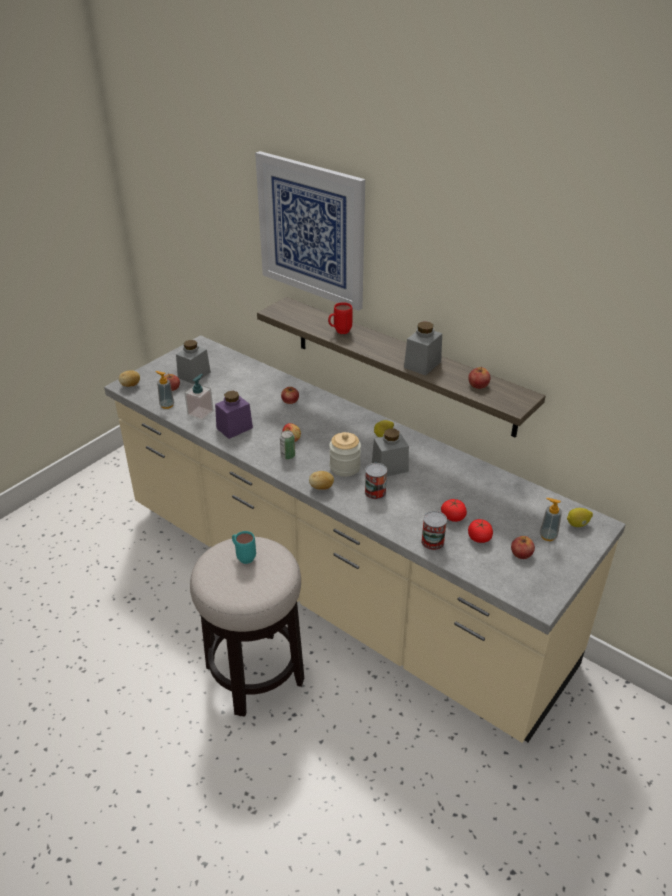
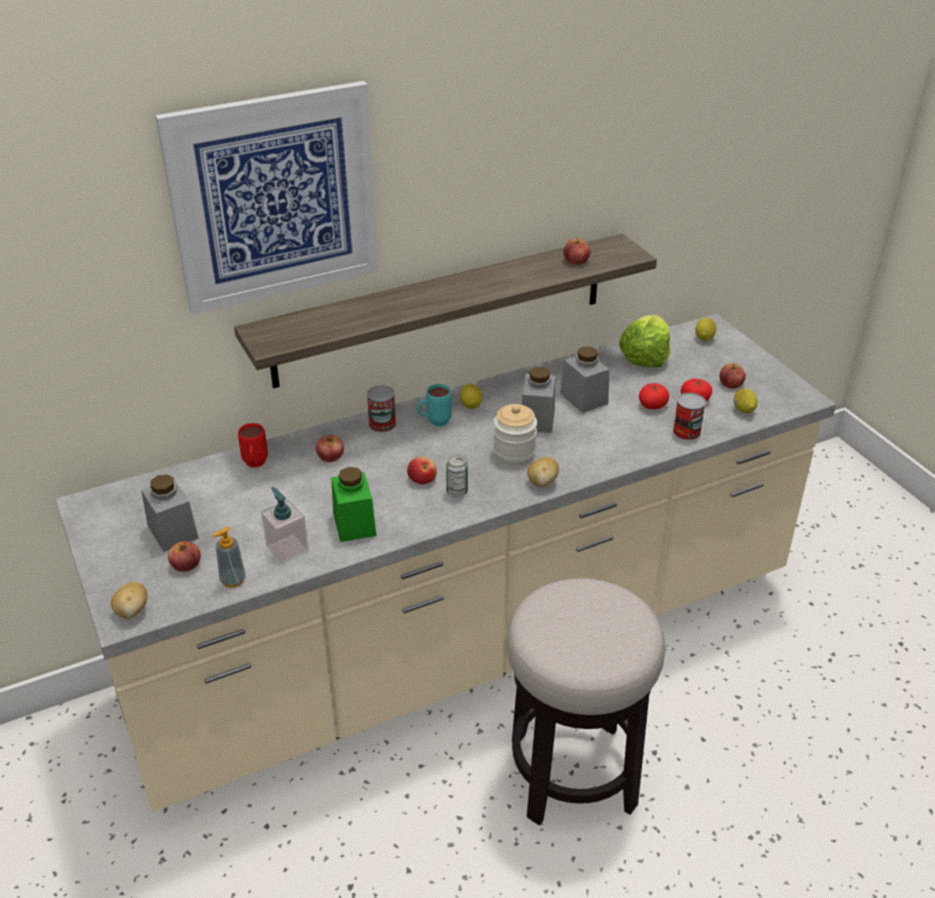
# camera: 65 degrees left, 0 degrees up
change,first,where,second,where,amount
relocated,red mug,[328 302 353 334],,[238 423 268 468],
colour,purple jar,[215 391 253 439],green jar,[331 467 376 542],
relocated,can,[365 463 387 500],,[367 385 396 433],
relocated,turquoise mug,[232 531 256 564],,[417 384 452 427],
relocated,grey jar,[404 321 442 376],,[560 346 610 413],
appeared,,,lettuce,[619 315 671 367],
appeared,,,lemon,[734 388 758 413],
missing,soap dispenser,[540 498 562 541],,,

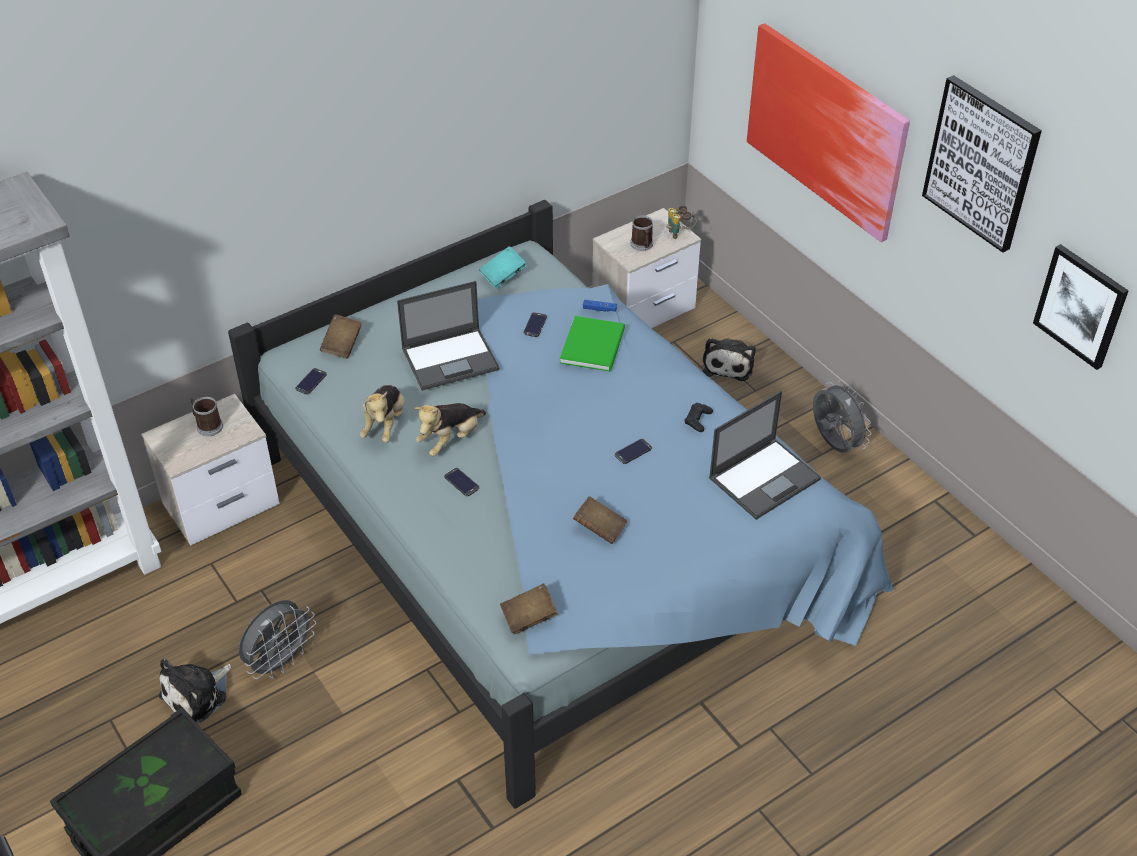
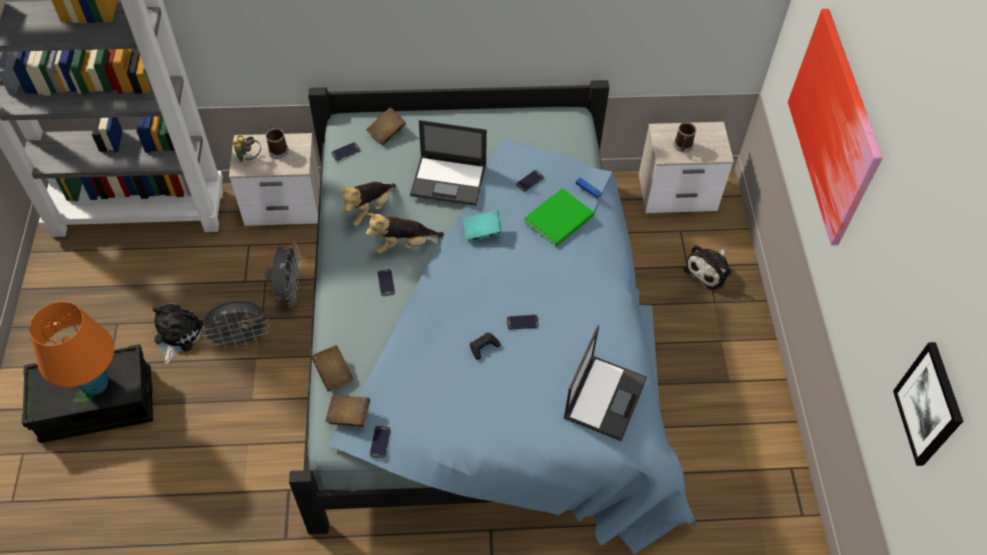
# camera: 30 degrees right, 10 degrees up
change,first,where,second,where,amount
appeared,,,orange table lamp,[29 302 114 395],
spun,plush toy,[159 659 231 723],,[152 303 204 364],120 degrees clockwise
relocated,binoculars,[666 206 696 239],,[233 135 261 162],
relocated,grey fan,[813 381 872 453],,[265 243 301 307],
relocated,brown book,[573 496 628 544],,[311 345 354 391],
appeared,,,phone,[370 425 391 458],
relocated,turquoise book,[479 246 526 288],,[463 210 502 242],
relocated,black game controller,[685 403 713 432],,[470 333 501 360],
spun,laptop,[709 391 821 520],,[563 325 647 441],60 degrees counterclockwise
missing,picture,[922 75 1042 253],,,

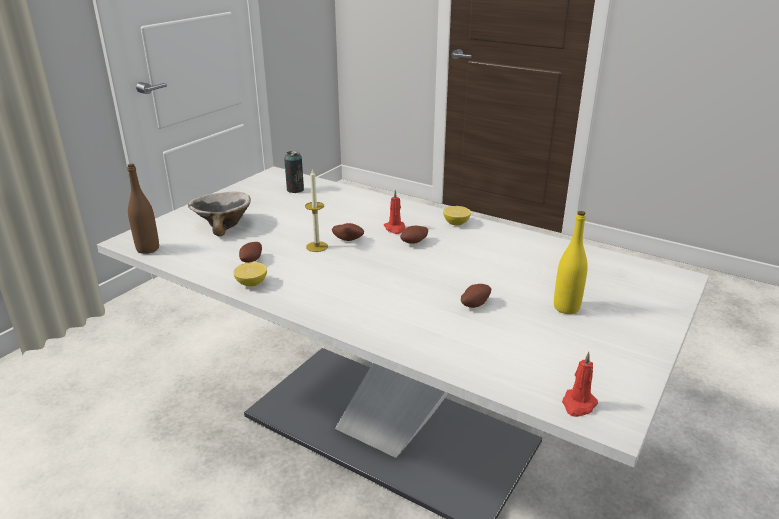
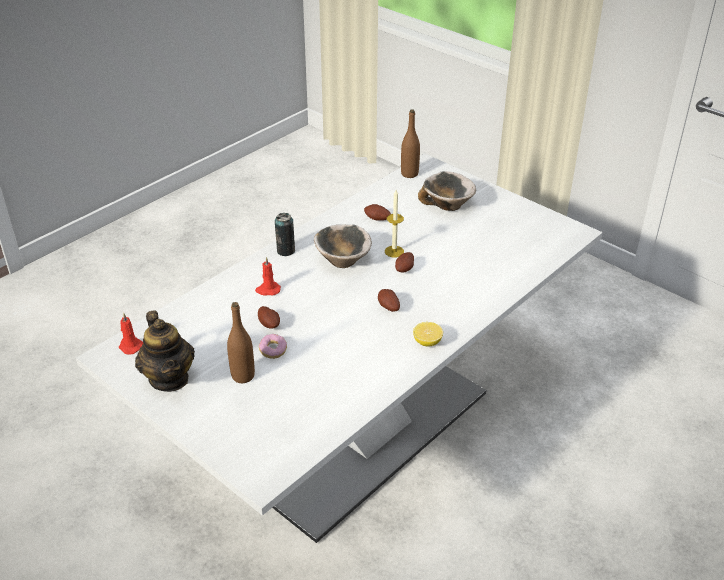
# camera: 100 degrees right, 10 degrees up
change,first,where,second,where,amount
appeared,,,teapot,[135 310 195 392],
colour,yellow bottle,[554 211 588 314],brown bottle,[227 302 255 383],
relocated,red candle,[384 190 405 234],,[255 257 281 296],
appeared,,,donut,[259 334 287 359],
relocated,can,[284 151 304 193],,[275 213 295 256],
appeared,,,bowl,[314 225 372 268],
missing,lemon,[233 262 267 286],,,

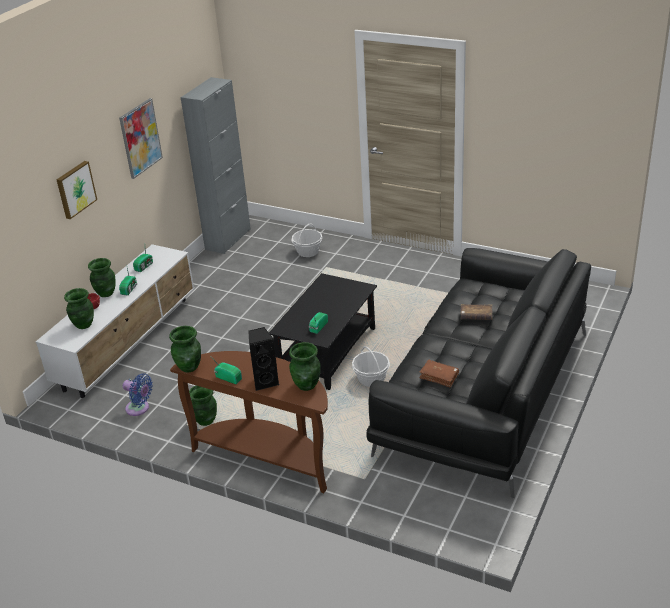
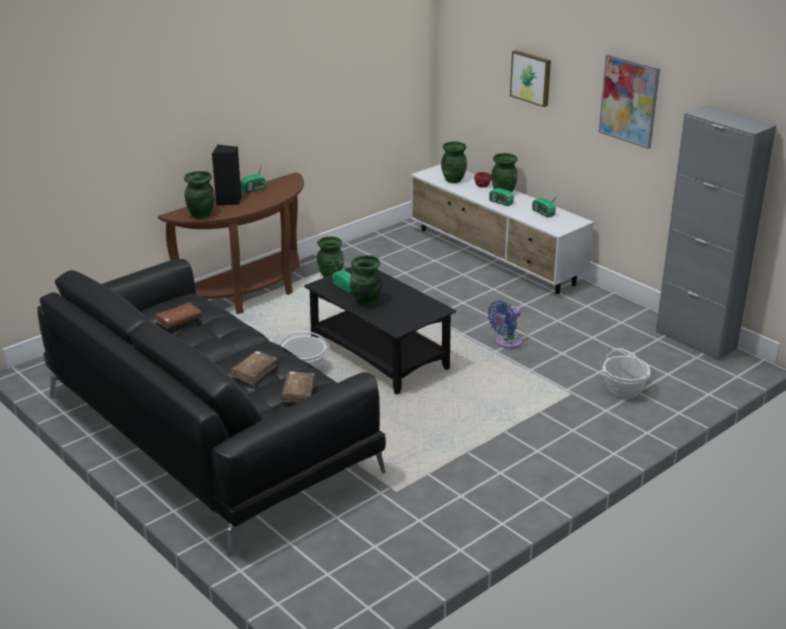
# camera: 110 degrees right, 5 degrees down
change,first,where,second,where,amount
appeared,,,brown book,[281 371 315 403],
relocated,green vase,[169 326 201 373],,[350 255 382 306],
relocated,blue fan,[123 373 153 416],,[487 301 522 349],

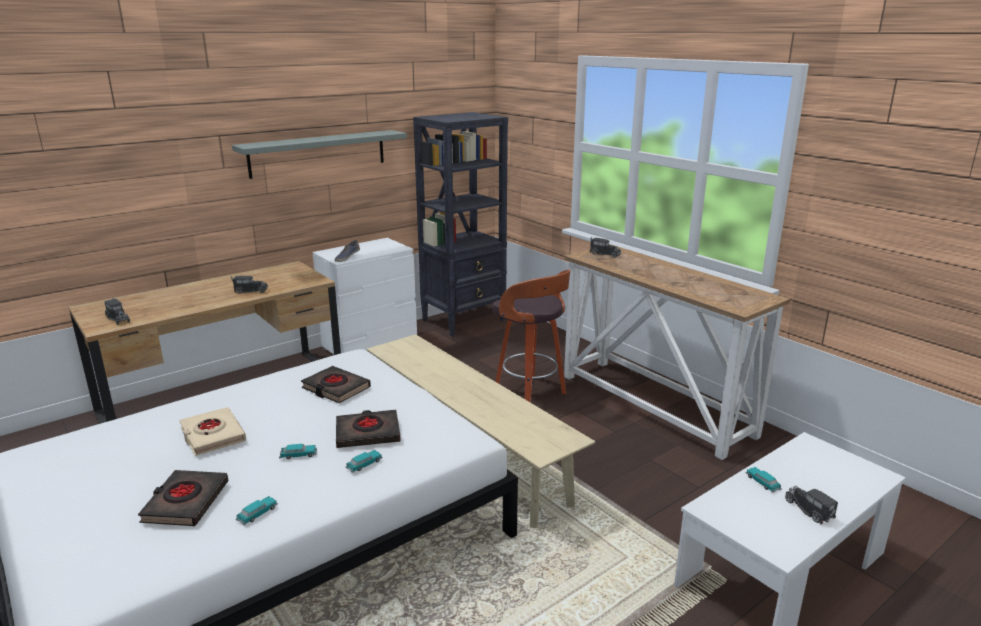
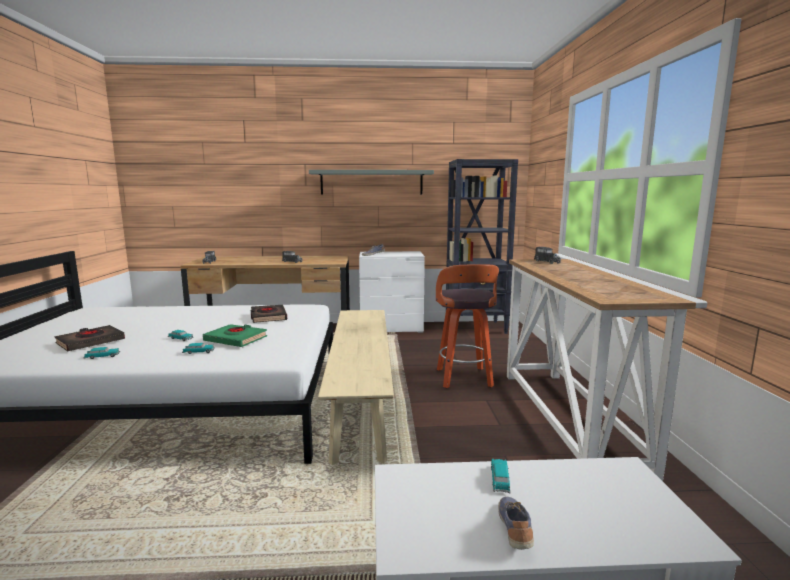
# camera: 35 degrees right, 10 degrees down
change,first,where,second,where,amount
colour,black book,[336 410 401 448],green book,[203 324 267 347],
exchanged,toy truck,[785 486 838 524],shoe,[498 497 534 550],
missing,beige book,[179 407 246 456],,,

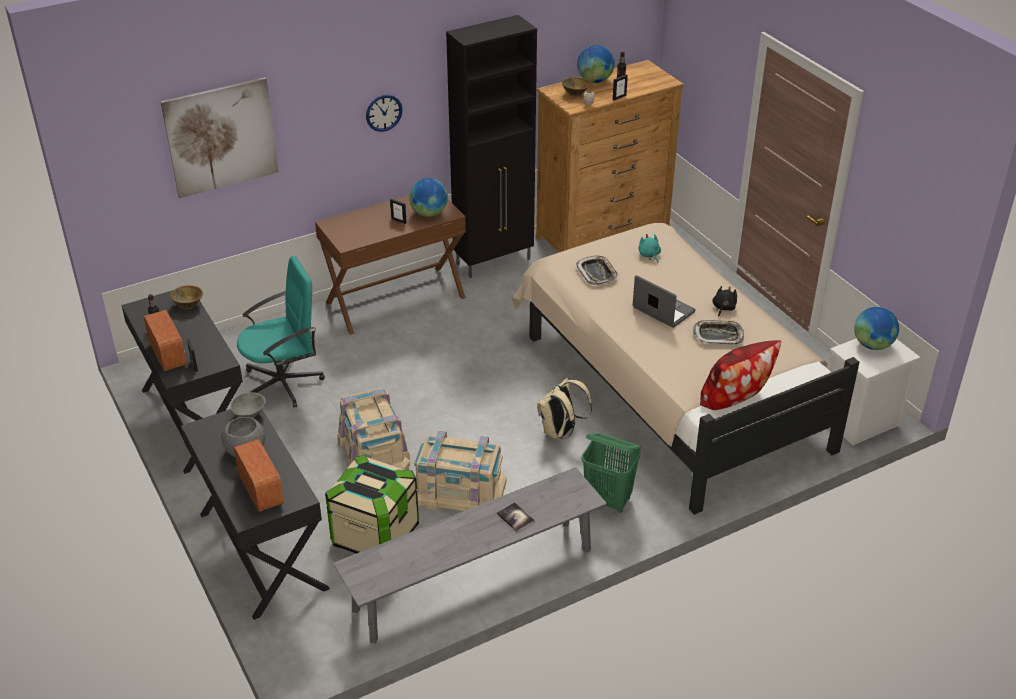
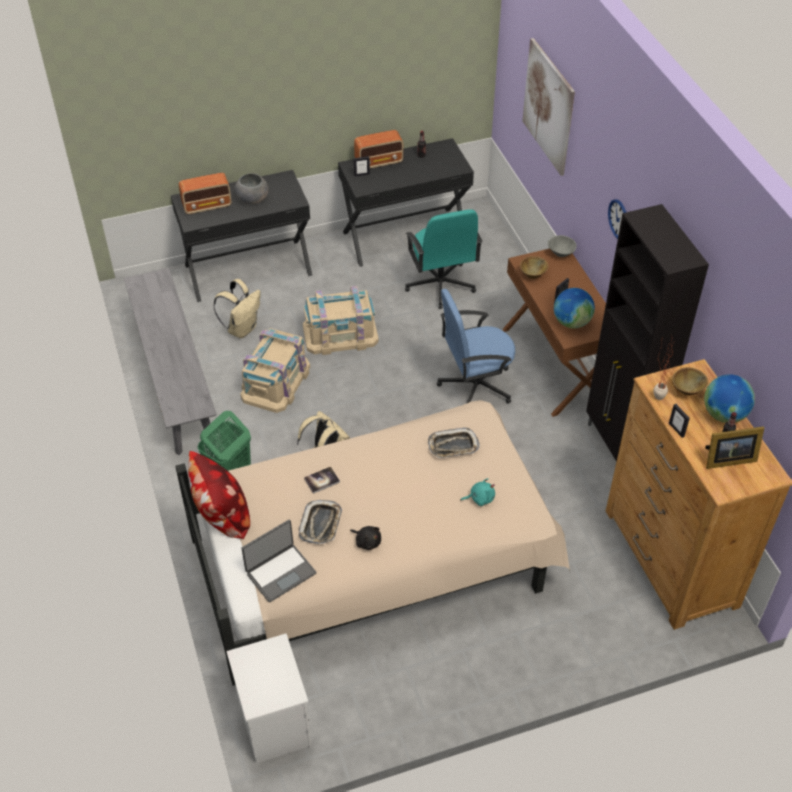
# camera: 100 degrees right, 10 degrees up
change,first,where,second,where,amount
exchanged,storage box,[325 455 419 553],beige backpack,[214 279 261 338],
relocated,laptop,[633 275 696 328],,[242 520 317 602],
relocated,book,[497 502 535 532],,[304 467 340 494],
appeared,,,blue office chair,[437 289 515 404],
relocated,brown bowl,[170 285 203 309],,[520 256 549 279],
relocated,grey bowl,[230 392 266 418],,[548 235 577 257],
appeared,,,picture frame,[705 426 764 469],
missing,globe,[854 307 899 350],,,

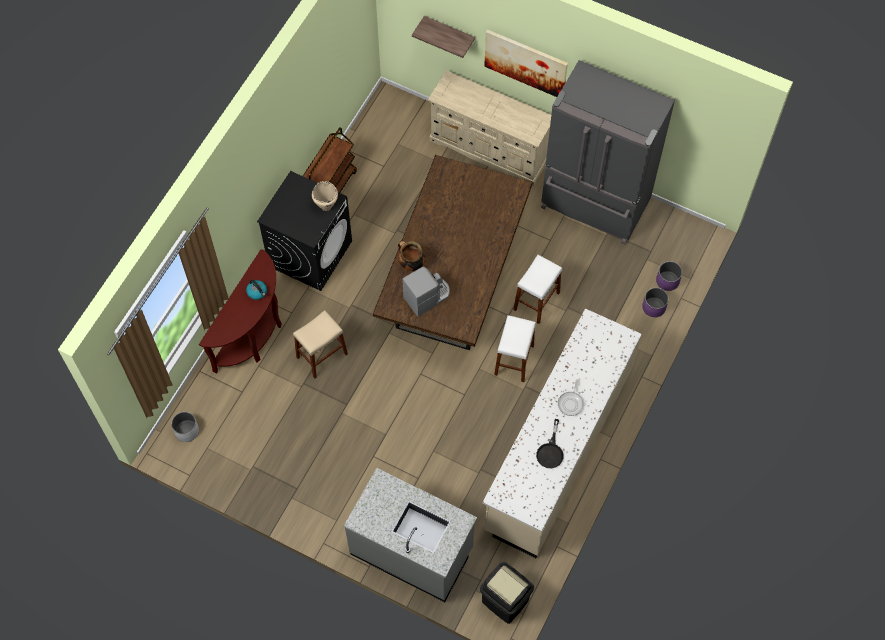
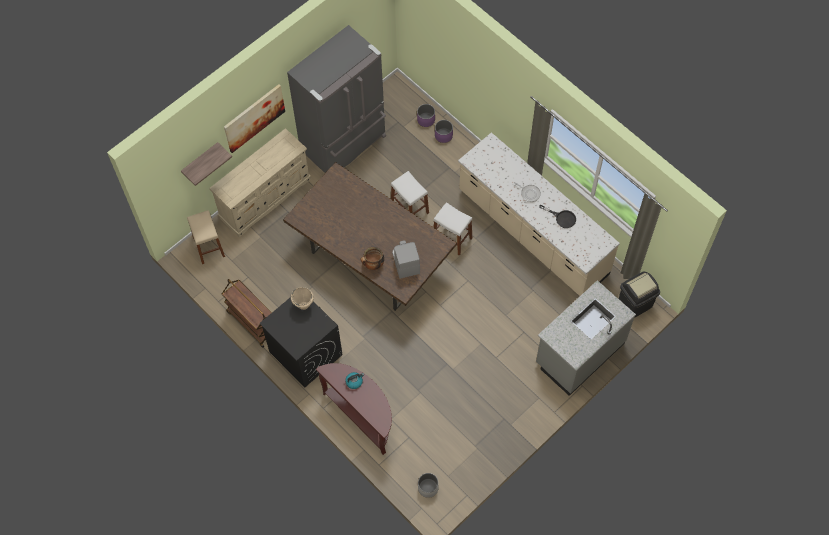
# camera: 70 degrees left, 0 degrees up
change,first,where,second,where,amount
relocated,beige stool,[293 310 348 378],,[187 210 225 264],

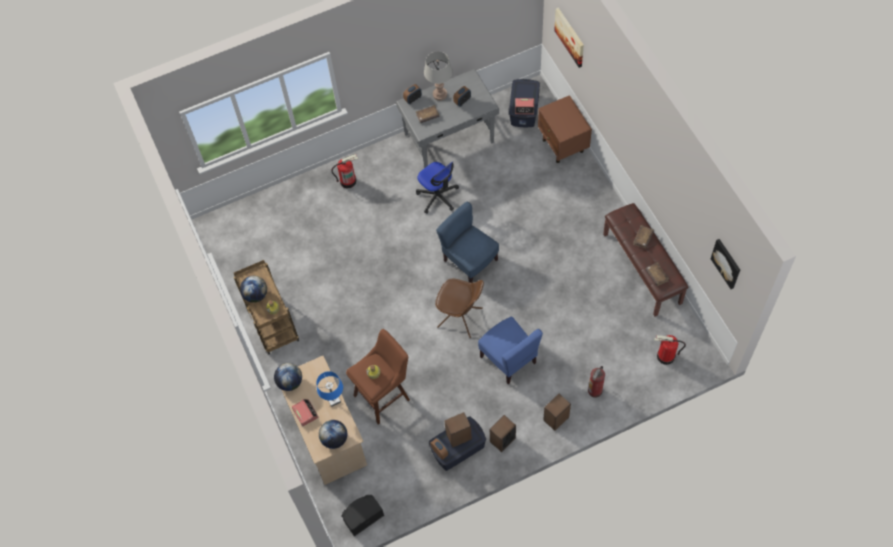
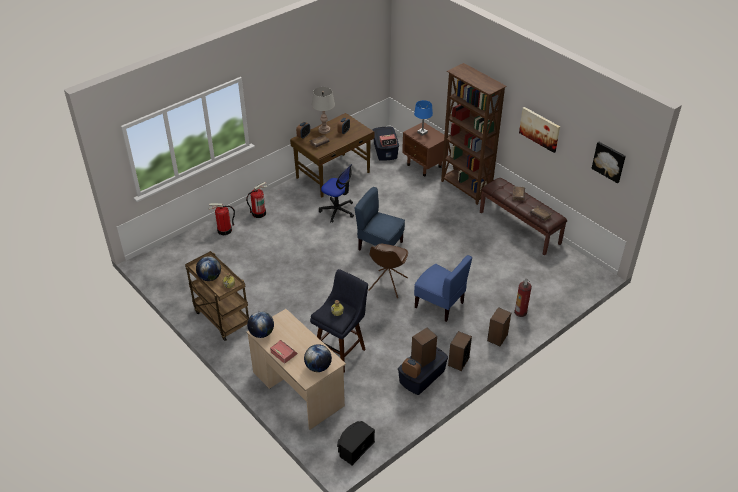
# camera: 20 degrees left, 20 degrees down
change,first,where,second,where,amount
relocated,fire extinguisher,[654 335 686 365],,[208 203 235 235],
colour,grey desk,[396 69 499 168],brown desk,[290 113 374 198],
colour,brown stool,[346 329 410 425],blue stool,[310 269 368 372],
spun,brown chair,[435 279 484 338],,[368 244 408 298],105 degrees clockwise
relocated,blue table lamp,[316 371 343 407],,[414 100 433 136],
appeared,,,brown bookcase,[441 63 507 205],
relocated,picture,[554 7 584 68],,[519 107 560 153],

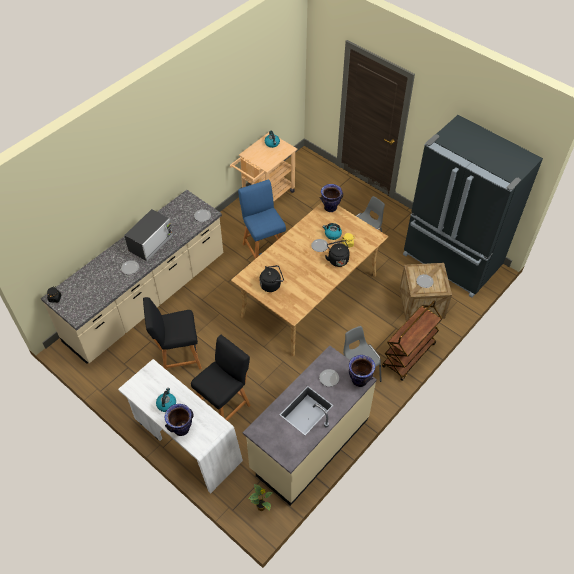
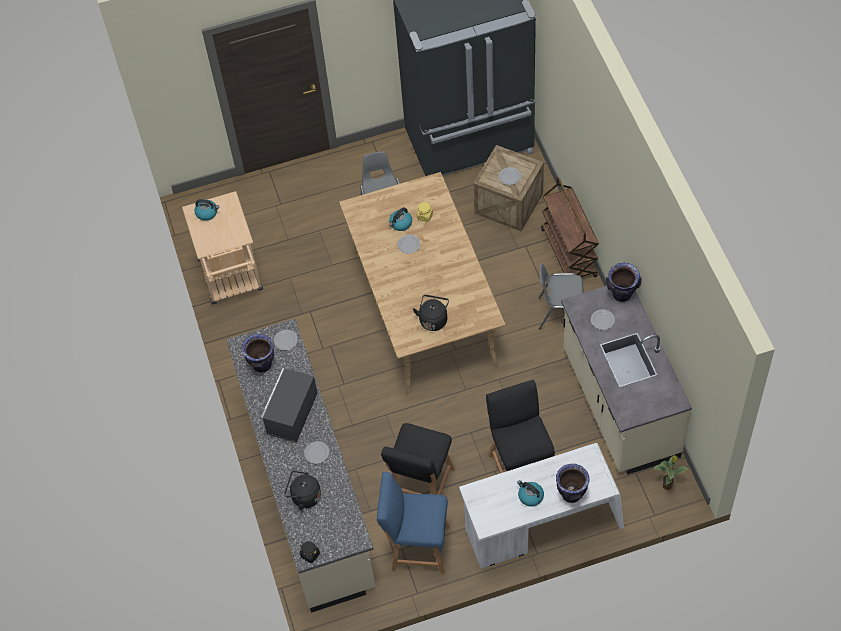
# camera: 55 degrees left, 5 degrees up
change,first,where,second,where,amount
relocated,vase,[319 184 343 212],,[242 334 274 373],
spun,microwave,[124 209 173 261],,[261 368 317 443],135 degrees counterclockwise
relocated,black kettle,[325 240 350 267],,[285 471 321 510],
relocated,blue stool,[238 180 286 259],,[377 472 450 575],

